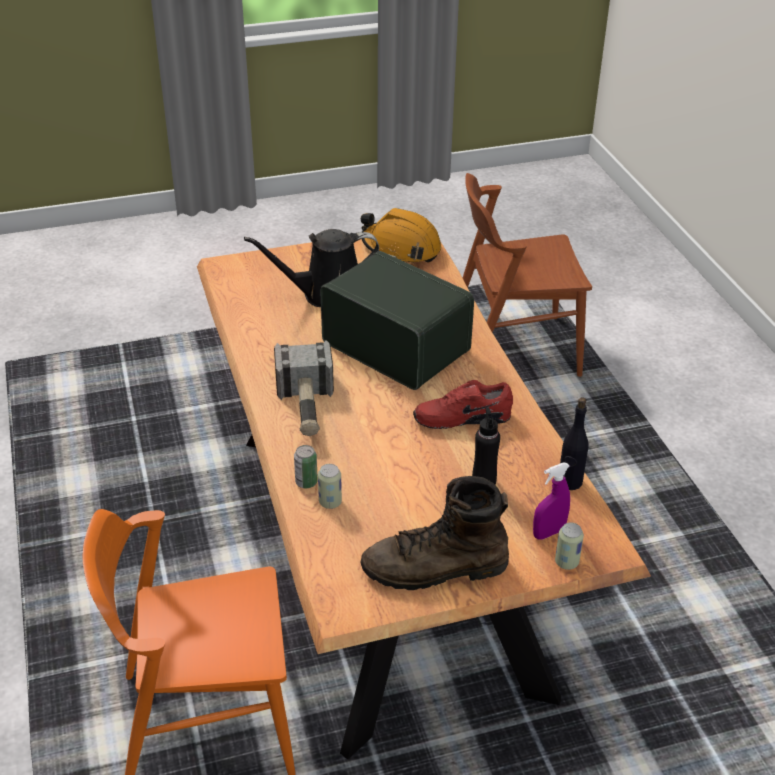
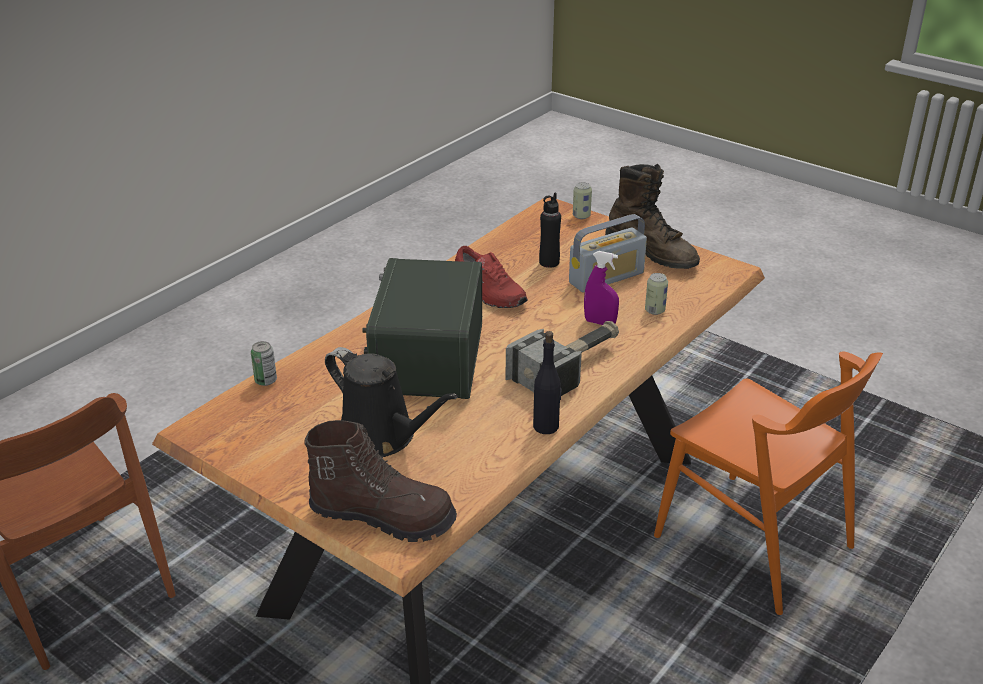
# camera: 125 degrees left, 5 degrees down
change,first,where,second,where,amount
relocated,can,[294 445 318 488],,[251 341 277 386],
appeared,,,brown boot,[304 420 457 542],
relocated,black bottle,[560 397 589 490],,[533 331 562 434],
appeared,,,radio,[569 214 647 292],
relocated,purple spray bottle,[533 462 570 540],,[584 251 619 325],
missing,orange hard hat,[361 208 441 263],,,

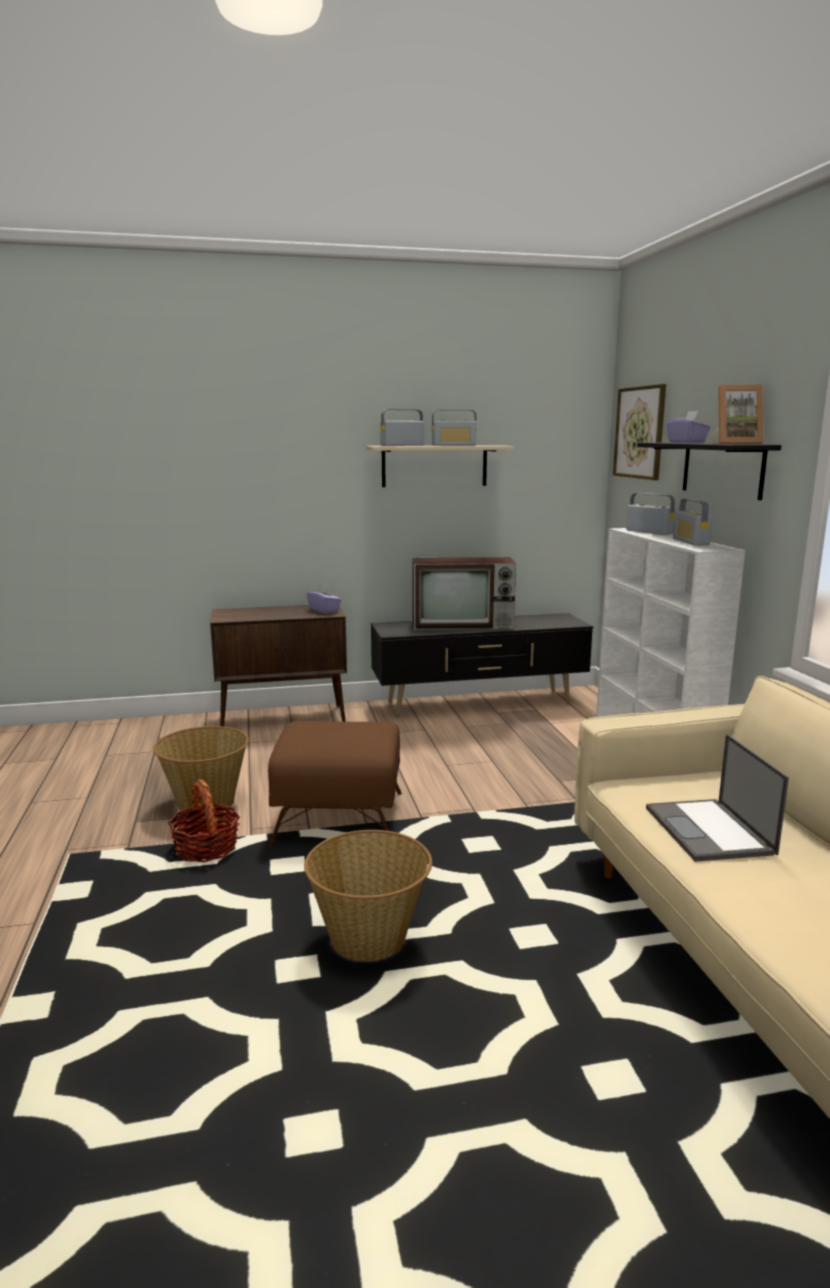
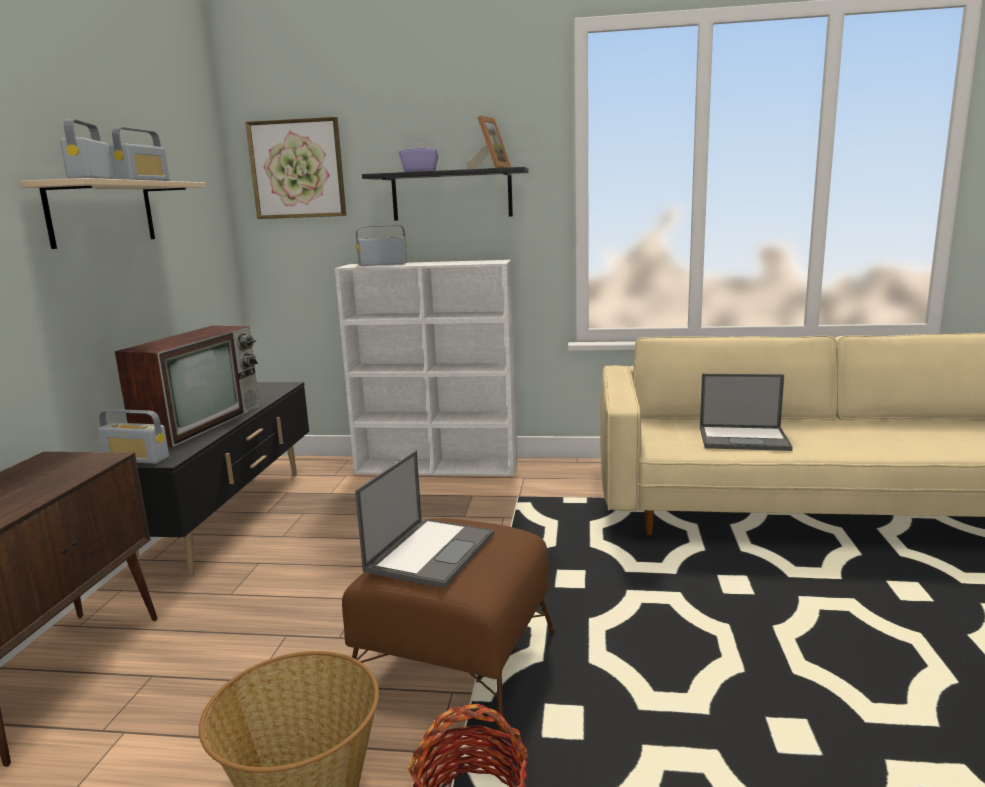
# camera: 70 degrees left, 0 degrees up
change,first,where,second,where,amount
relocated,radio,[673 499 713 545],,[98 409 169 464],
appeared,,,laptop,[355 450 494 588],
missing,basket,[304 830 432 961],,,
missing,purple tissue box,[307 585 341 614],,,

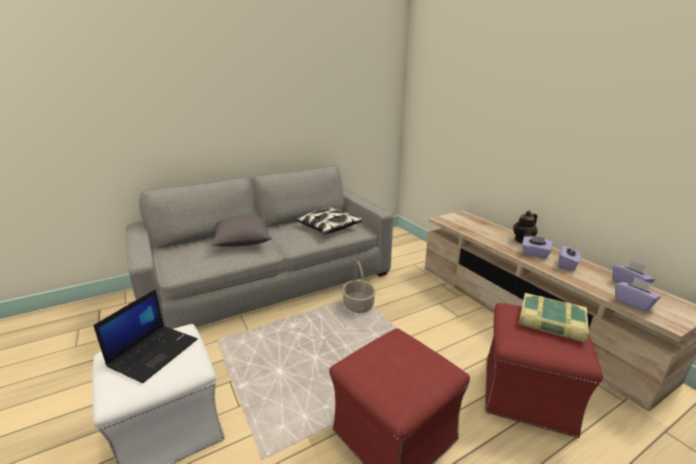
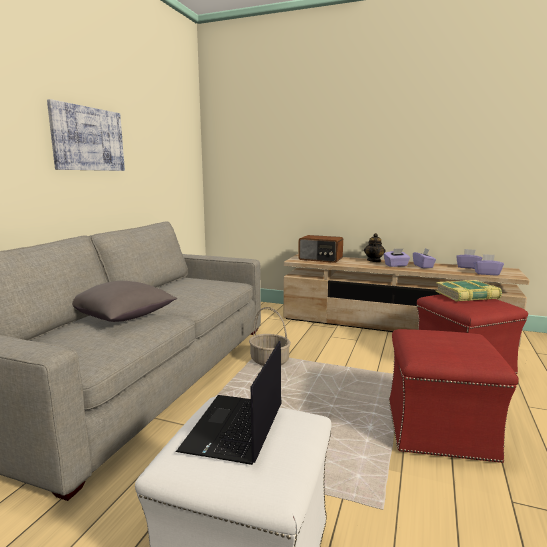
# camera: 40 degrees left, 10 degrees down
change,first,where,second,where,amount
appeared,,,picture,[47 99 125 171],
spun,laptop,[93 289 198 383],,[176 341 282 465],150 degrees counterclockwise
appeared,,,radio,[298 235 343 263],
missing,pillow,[295 208 363 234],,,

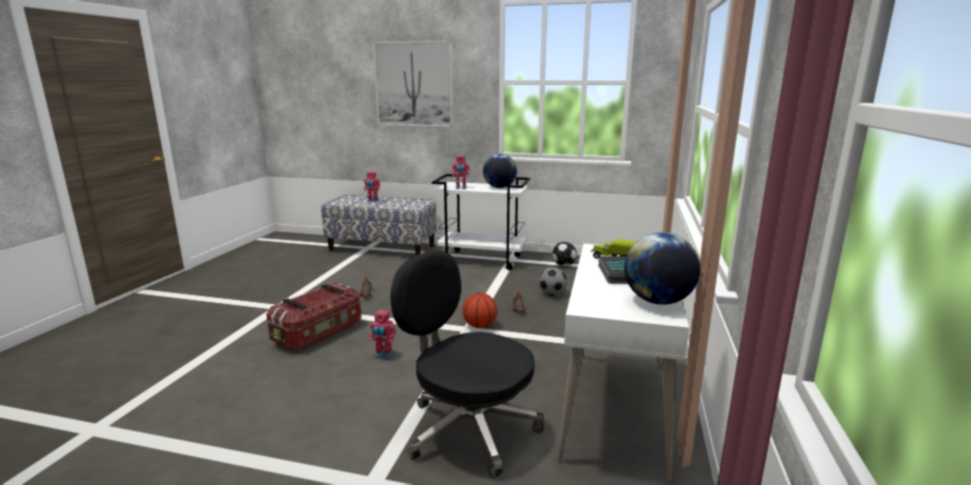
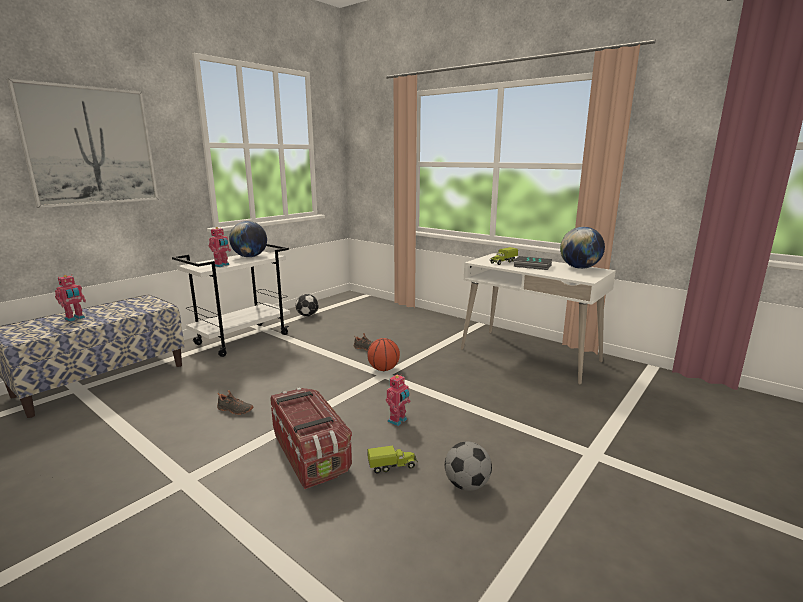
# camera: 65 degrees left, 0 degrees up
change,first,where,second,where,amount
appeared,,,toy truck,[367 446 418 473],
relocated,football,[539 267 567 296],,[445 441 492 491],
missing,black office chair,[390 250 544 479],,,

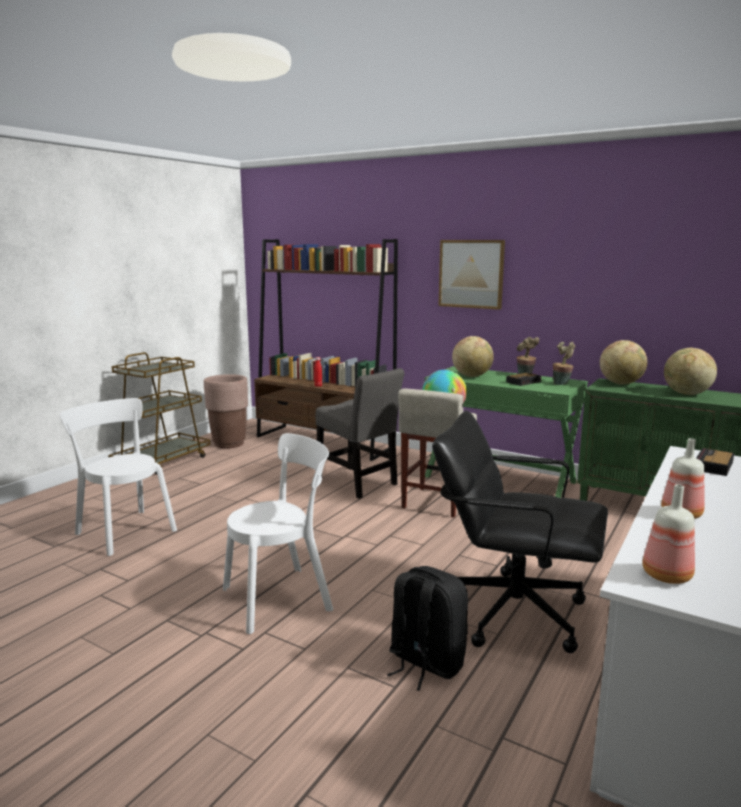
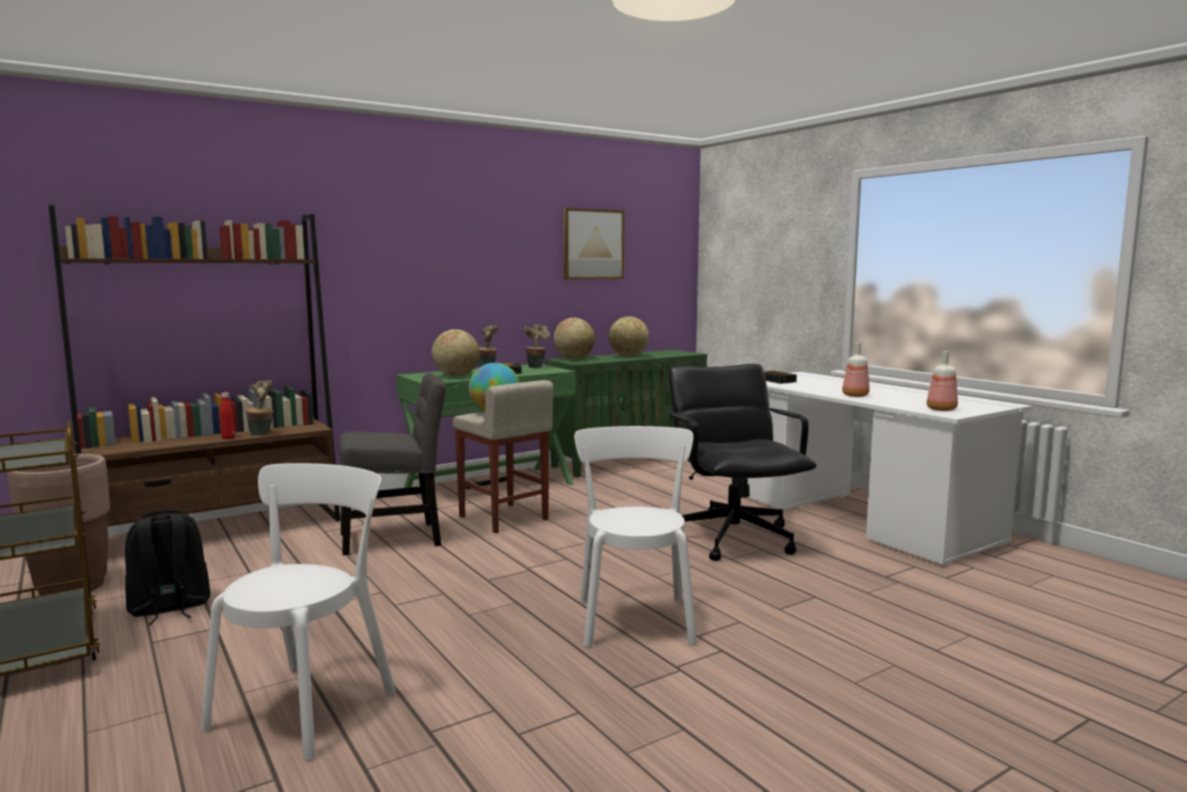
# camera: 65 degrees left, 5 degrees down
change,first,where,second,where,amount
relocated,black backpack,[387 566 468 691],,[125 510 210 625],
spun,white chair,[60 398 177 556],,[201 463 396 761],135 degrees clockwise
appeared,,,potted plant,[246 380 273 436],
relocated,picture,[438 240 505 310],,[563 208 624 280],
spun,black office chair,[432 411 608 653],,[668 364 817 561],120 degrees clockwise

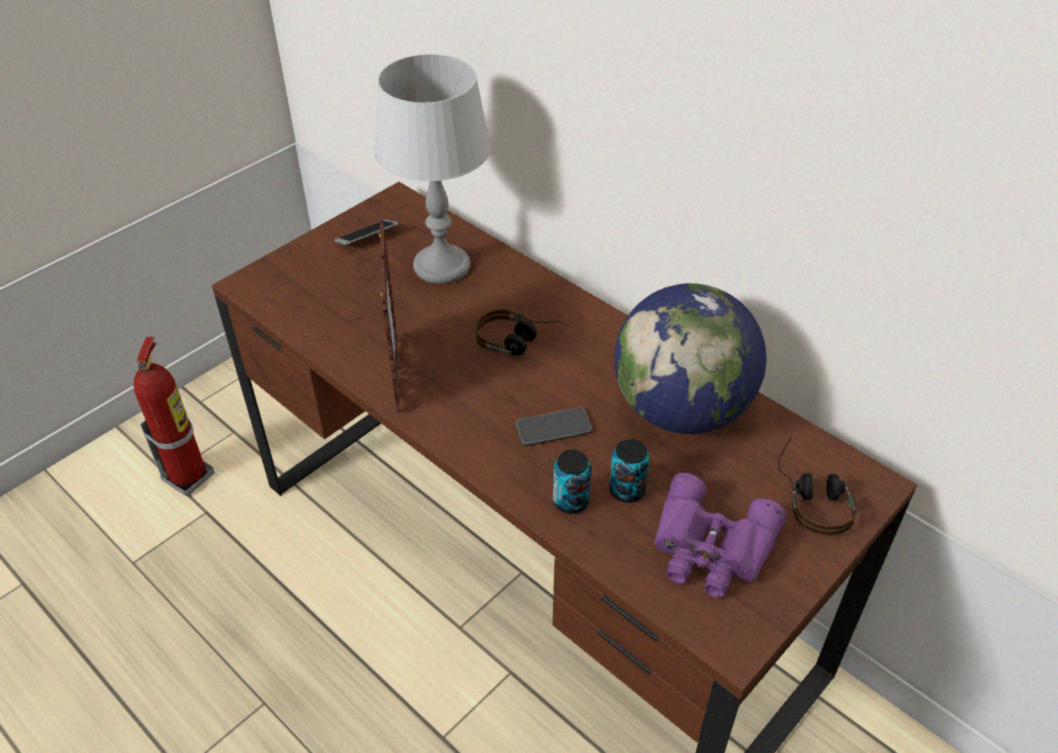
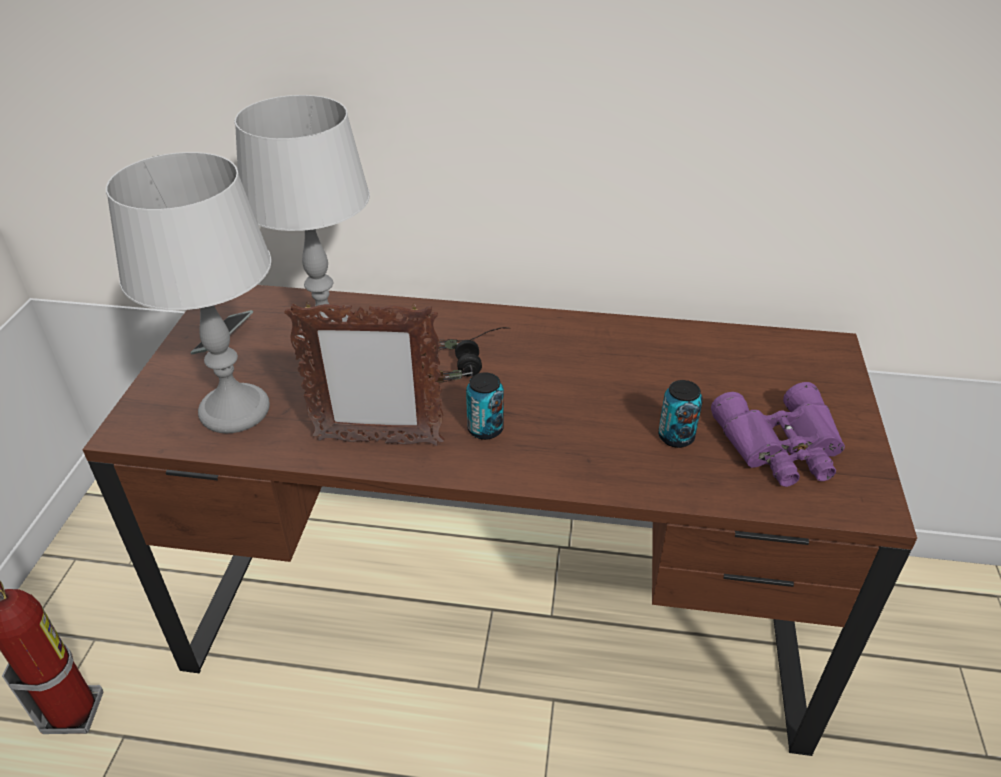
# camera: 35 degrees left, 5 degrees down
change,first,where,second,where,amount
appeared,,,grey table lamp,[106 152 272 433],
spun,picture frame,[378 222 400 412],,[284 302 444 446],135 degrees clockwise
relocated,can,[553 450 591 514],,[466 372 504 440],
missing,phone,[515 407 592 446],,,
missing,globe,[614 283 767 434],,,
missing,headphones,[778 437 857 536],,,

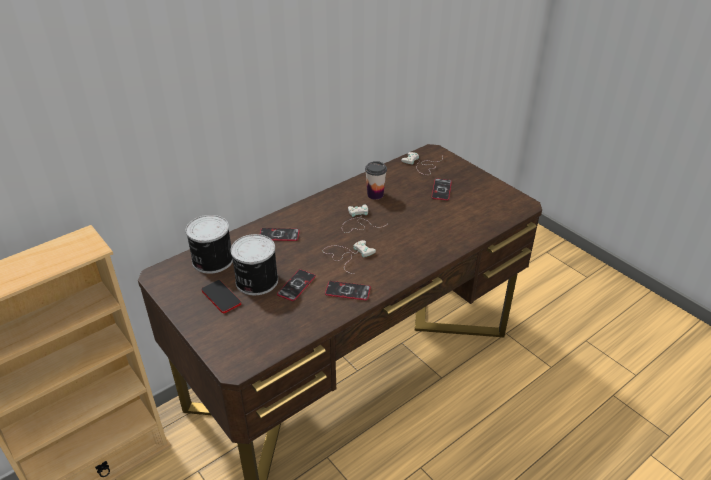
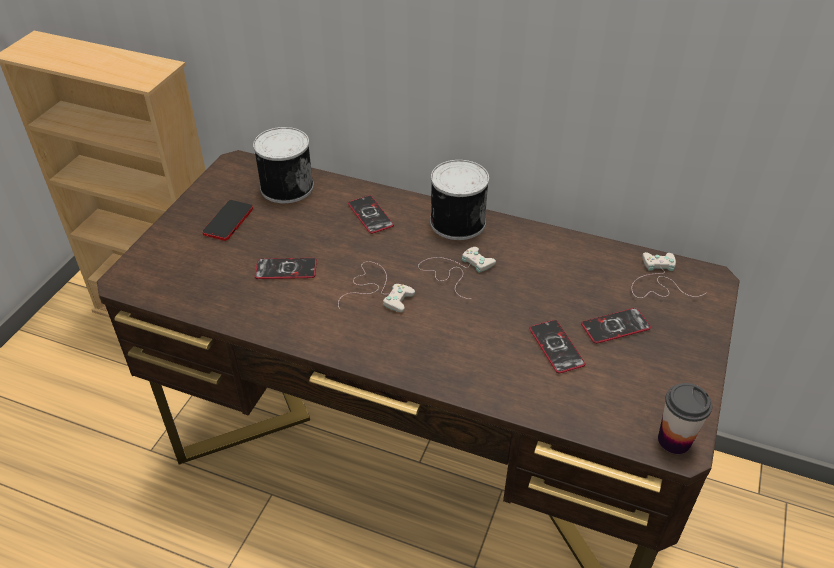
# camera: 60 degrees right, 5 degrees up
change,first,where,second,where,amount
relocated,can,[231 234 278 295],,[430 160 489 240],
relocated,phone,[325 281 371 300],,[529 320 585 373],
relocated,cup,[365 161 387 200],,[658 383 712 454],

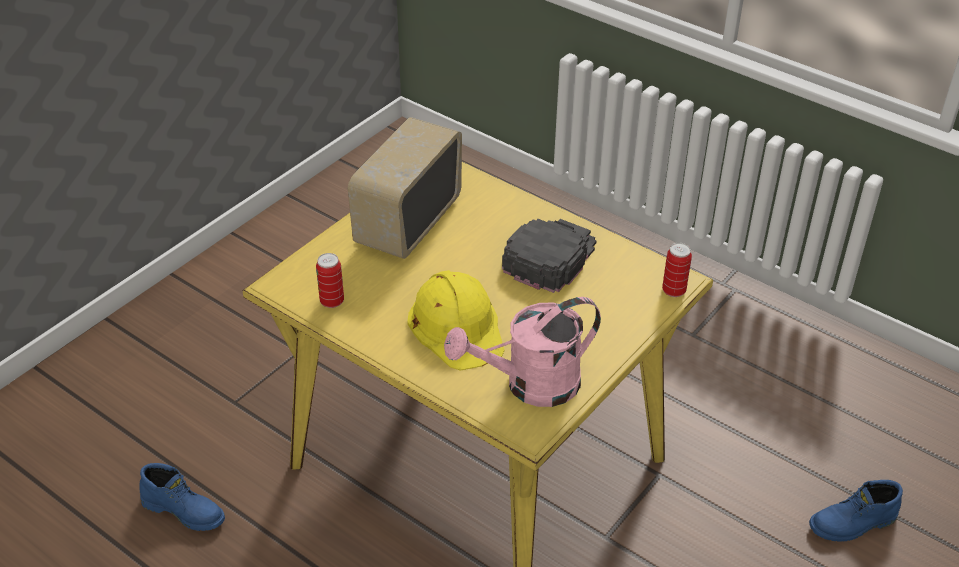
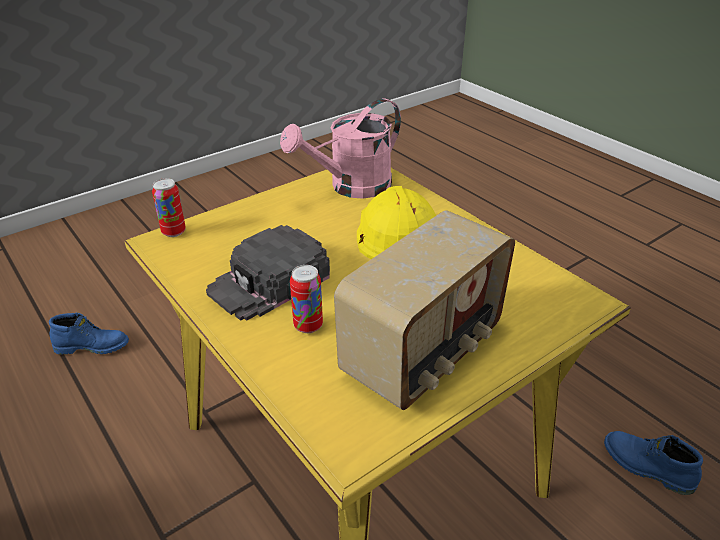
# camera: 165 degrees left, 5 degrees down
change,first,where,second,where,amount
spun,pink watering can,[444 297 601 407],,[280 99 401 199],150 degrees clockwise
relocated,can,[316 253 344 308],,[290 265 323 333],

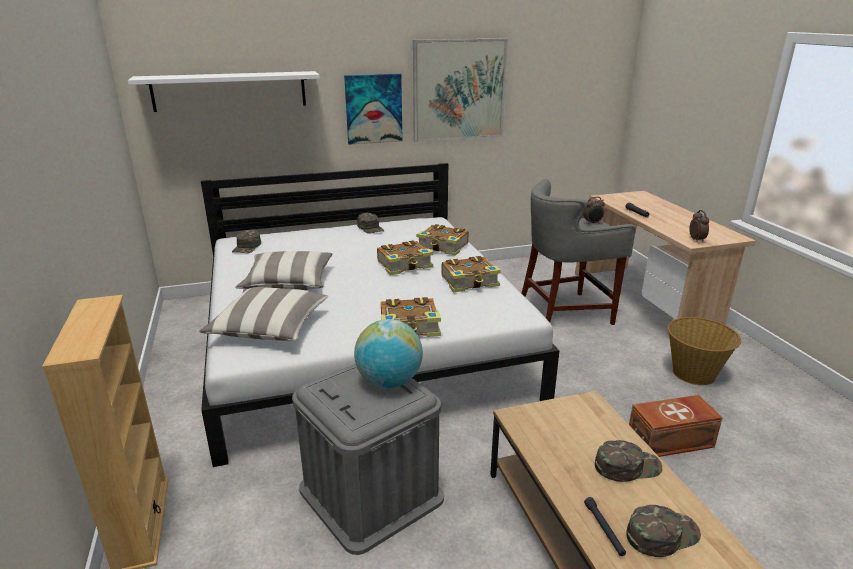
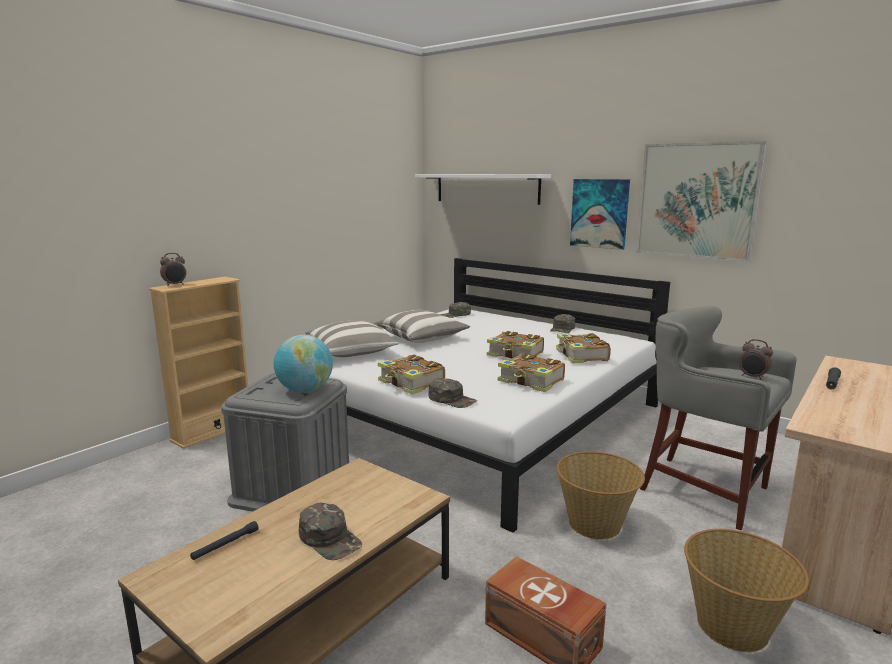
# camera: 55 degrees right, 10 degrees down
change,first,where,second,where,amount
relocated,alarm clock,[689 210 709 242],,[160 253 186 286],
relocated,green cap,[626 505 701 557],,[428 378 477 408],
appeared,,,basket,[556 451 645 539],

